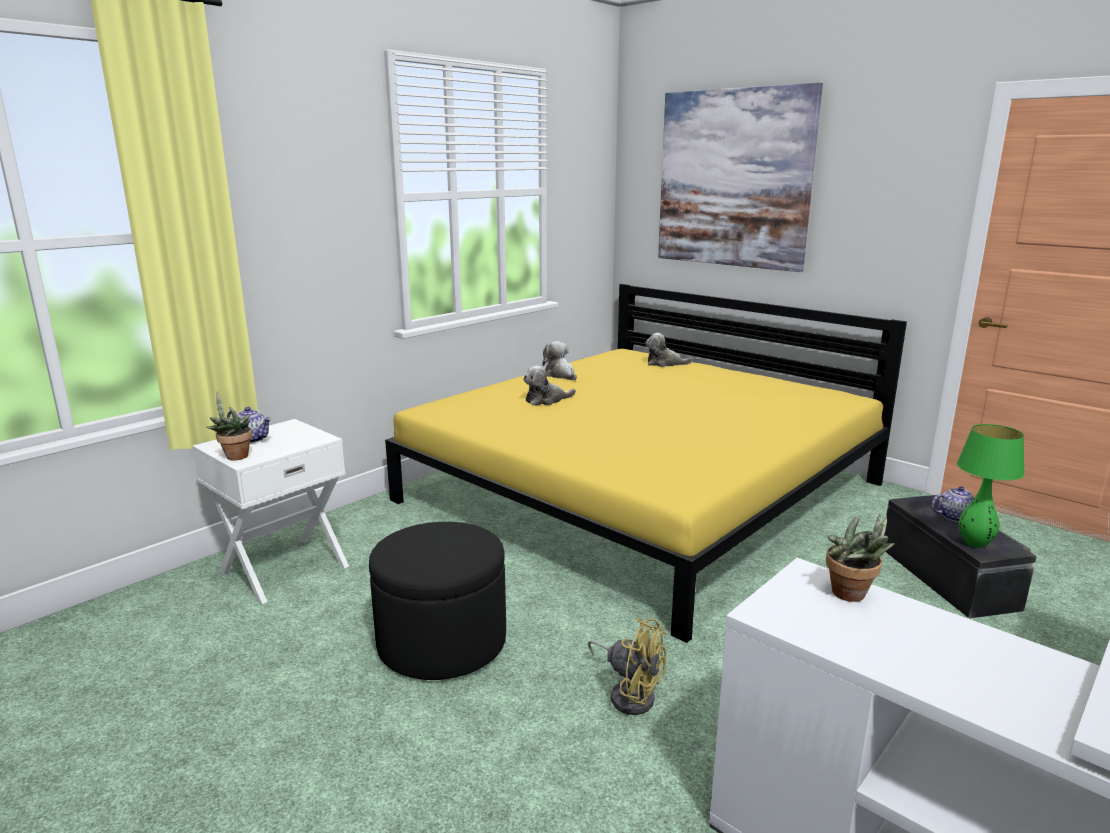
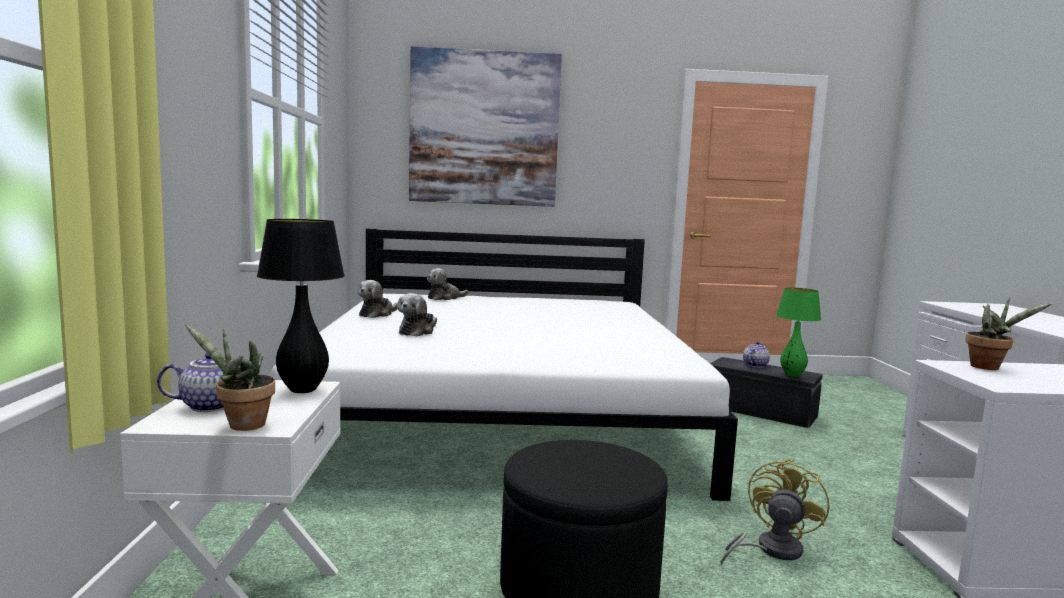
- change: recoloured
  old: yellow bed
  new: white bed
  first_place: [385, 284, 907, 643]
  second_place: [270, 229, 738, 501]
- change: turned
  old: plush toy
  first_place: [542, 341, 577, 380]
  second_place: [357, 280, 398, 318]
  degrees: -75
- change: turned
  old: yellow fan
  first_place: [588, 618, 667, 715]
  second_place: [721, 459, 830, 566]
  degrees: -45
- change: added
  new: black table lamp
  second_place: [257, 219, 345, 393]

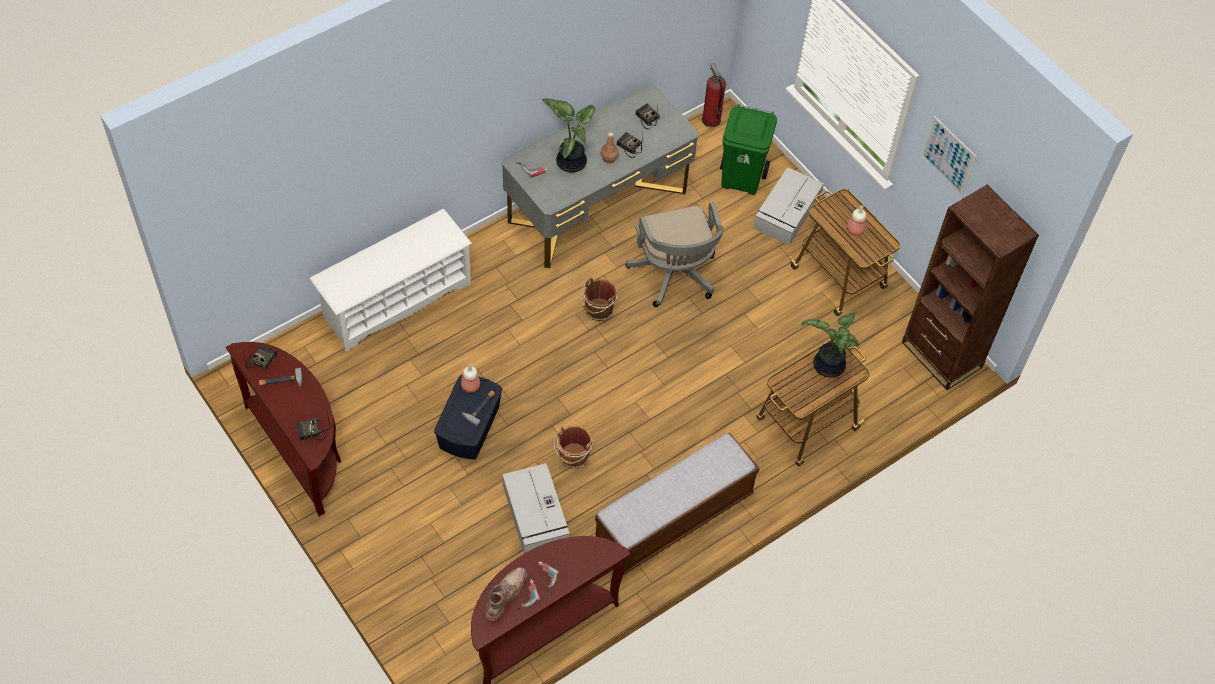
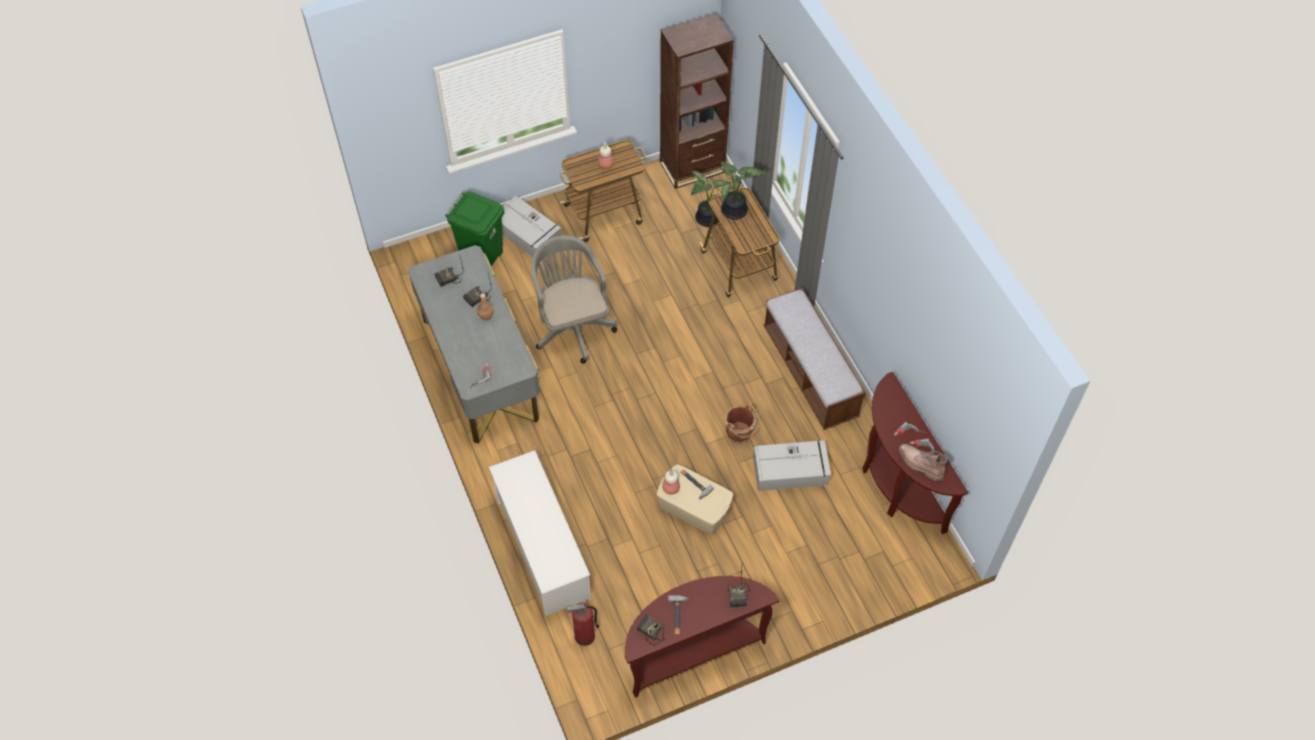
- change: recoloured
  old: blue storage box
  new: beige storage box
  first_place: [434, 375, 502, 459]
  second_place: [657, 464, 733, 535]
- change: moved
  old: potted plant
  first_place: [541, 98, 596, 173]
  second_place: [691, 171, 732, 227]
- change: removed
  old: brown bucket
  first_place: [581, 278, 618, 321]
- change: turned
  old: grey office chair
  first_place: [625, 202, 724, 307]
  second_place: [531, 235, 617, 364]
  degrees: -105
- change: moved
  old: fire extinguisher
  first_place: [702, 63, 726, 127]
  second_place: [567, 603, 599, 646]
- change: removed
  old: picture
  first_place: [921, 116, 977, 196]

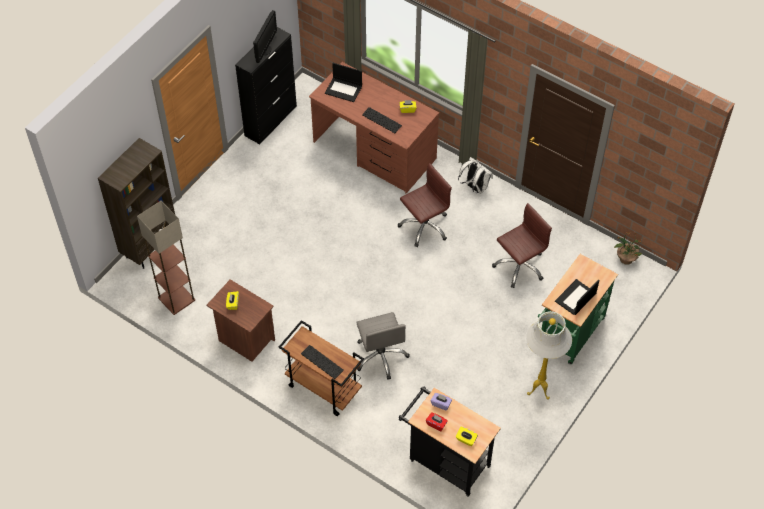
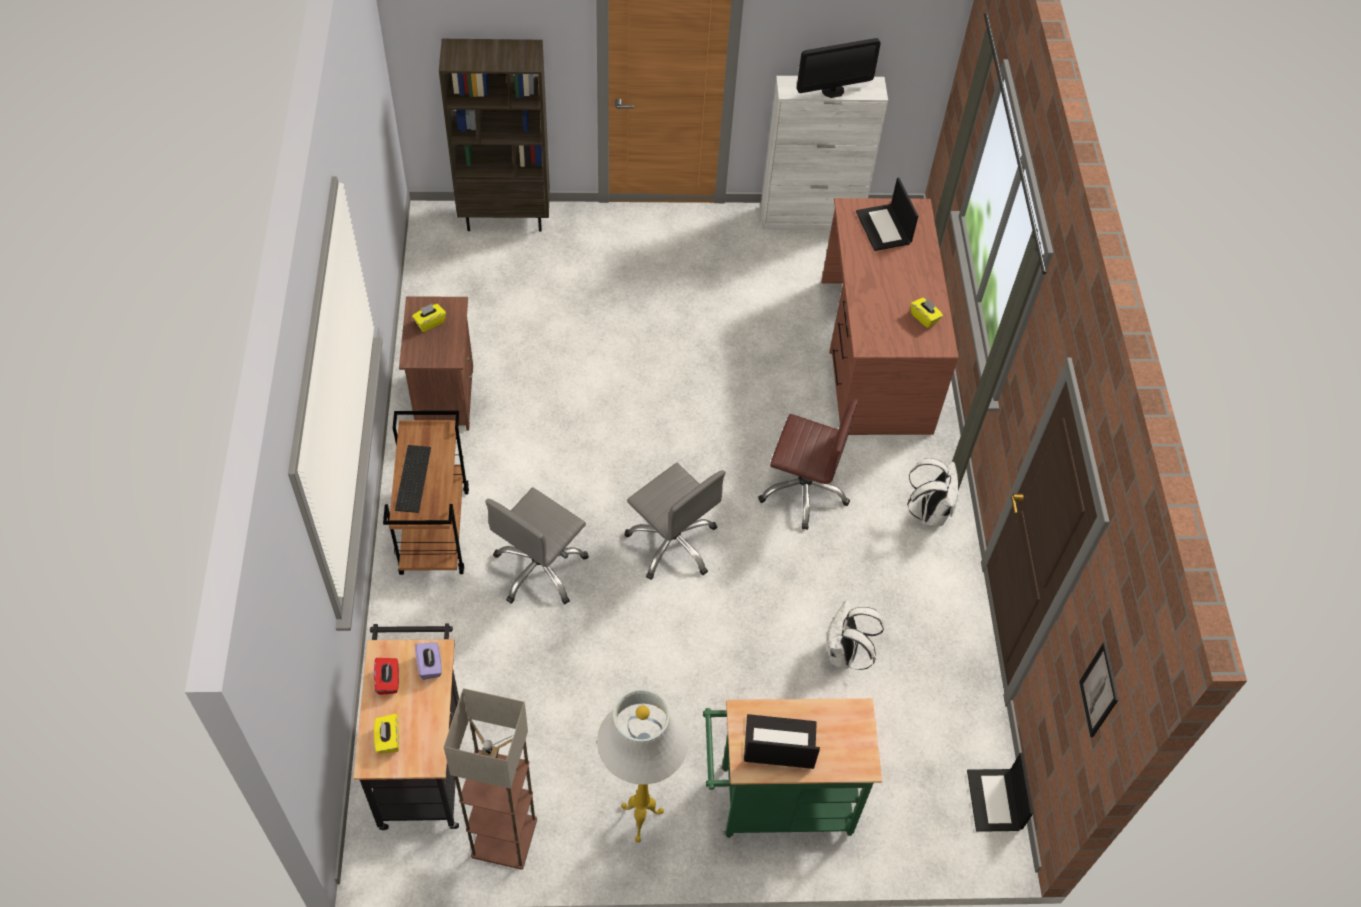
- change: moved
  old: floor lamp
  first_place: [137, 201, 195, 315]
  second_place: [444, 688, 537, 870]
- change: recoloured
  old: black cabinet
  new: white cabinet
  first_place: [235, 27, 297, 144]
  second_place: [761, 76, 888, 230]
- change: removed
  old: keyboard
  first_place: [362, 107, 402, 133]
- change: replaced
  old: brown office chair
  new: white backpack
  first_place: [492, 203, 552, 288]
  second_place: [827, 599, 884, 670]
- change: replaced
  old: potted plant
  new: laptop
  first_place: [614, 231, 643, 265]
  second_place: [967, 753, 1033, 832]
- change: added
  new: grey office chair
  second_place: [624, 463, 725, 580]
- change: added
  new: picture
  second_place: [1079, 643, 1118, 737]

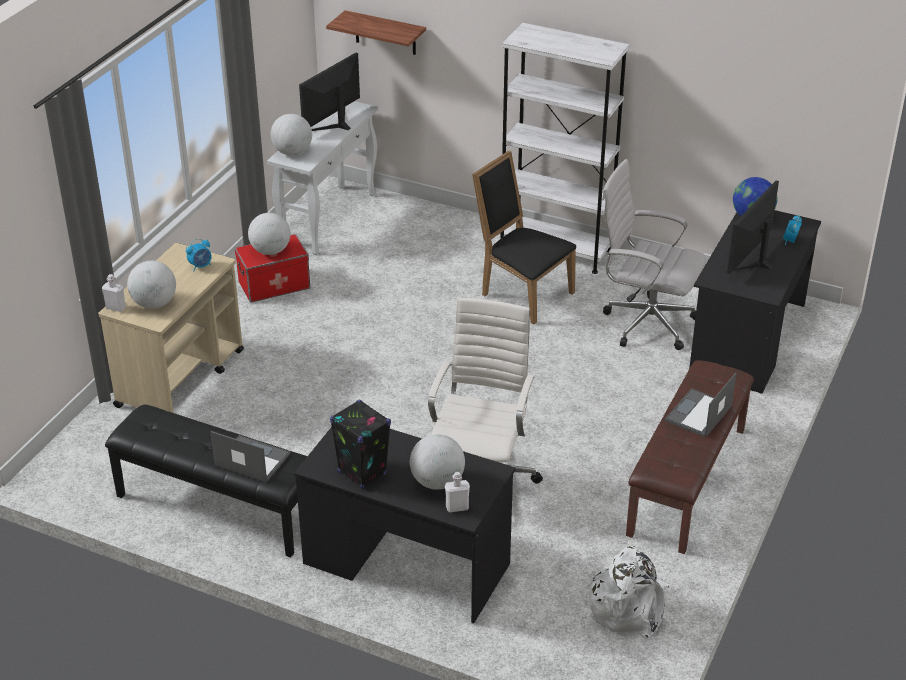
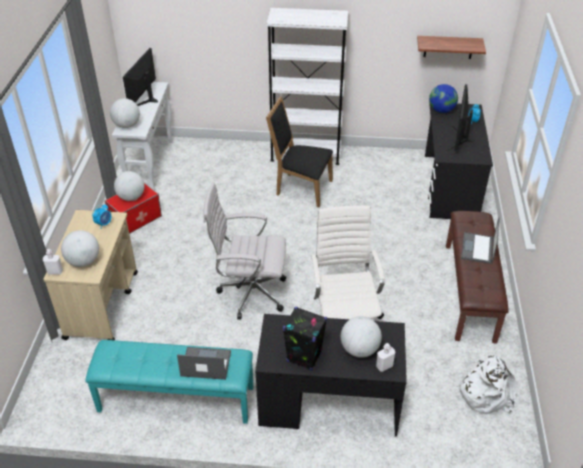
- change: recoloured
  old: black bench
  new: turquoise bench
  first_place: [105, 404, 307, 558]
  second_place: [85, 340, 253, 424]
- change: moved
  old: shelf
  first_place: [326, 10, 426, 55]
  second_place: [417, 36, 486, 59]
- change: moved
  old: white office chair
  first_place: [602, 159, 706, 350]
  second_place: [204, 182, 286, 320]

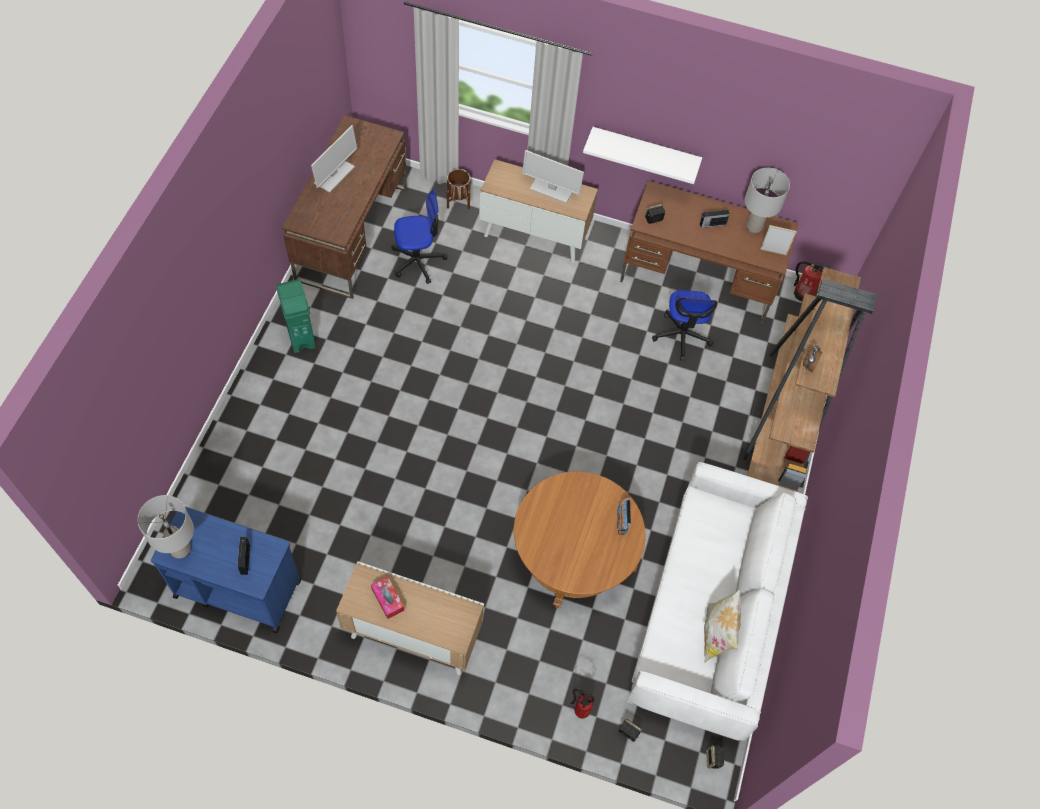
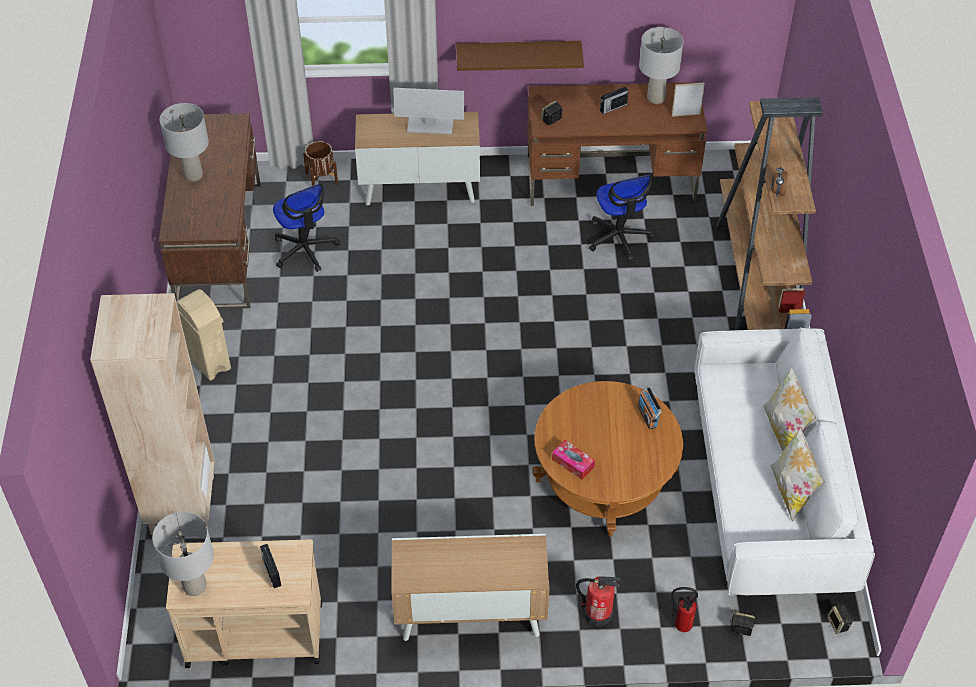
- change: recoloured
  old: blue cart
  new: beige cart
  first_place: [151, 507, 301, 633]
  second_place: [166, 540, 322, 668]
- change: recoloured
  old: green trash can
  new: beige trash can
  first_place: [276, 279, 316, 353]
  second_place: [176, 289, 231, 381]
- change: replaced
  old: monitor
  new: grey table lamp
  first_place: [311, 125, 357, 193]
  second_place: [160, 103, 209, 182]
- change: moved
  old: tissue box
  first_place: [371, 576, 404, 619]
  second_place: [552, 440, 595, 480]
- change: turned
  old: office chair
  first_place: [392, 190, 447, 284]
  second_place: [273, 183, 340, 272]
  degrees: 90
- change: recoloured
  old: white shelf
  new: brown shelf
  first_place: [583, 127, 702, 184]
  second_place: [456, 41, 584, 71]
- change: moved
  old: fire extinguisher
  first_place: [794, 261, 830, 301]
  second_place: [576, 576, 620, 627]
- change: added
  new: beige bookcase
  second_place: [90, 293, 214, 535]
- change: added
  new: pillow
  second_place: [763, 367, 816, 451]

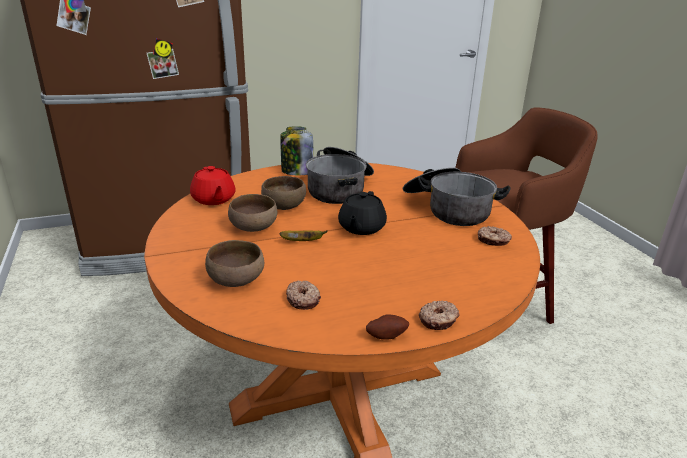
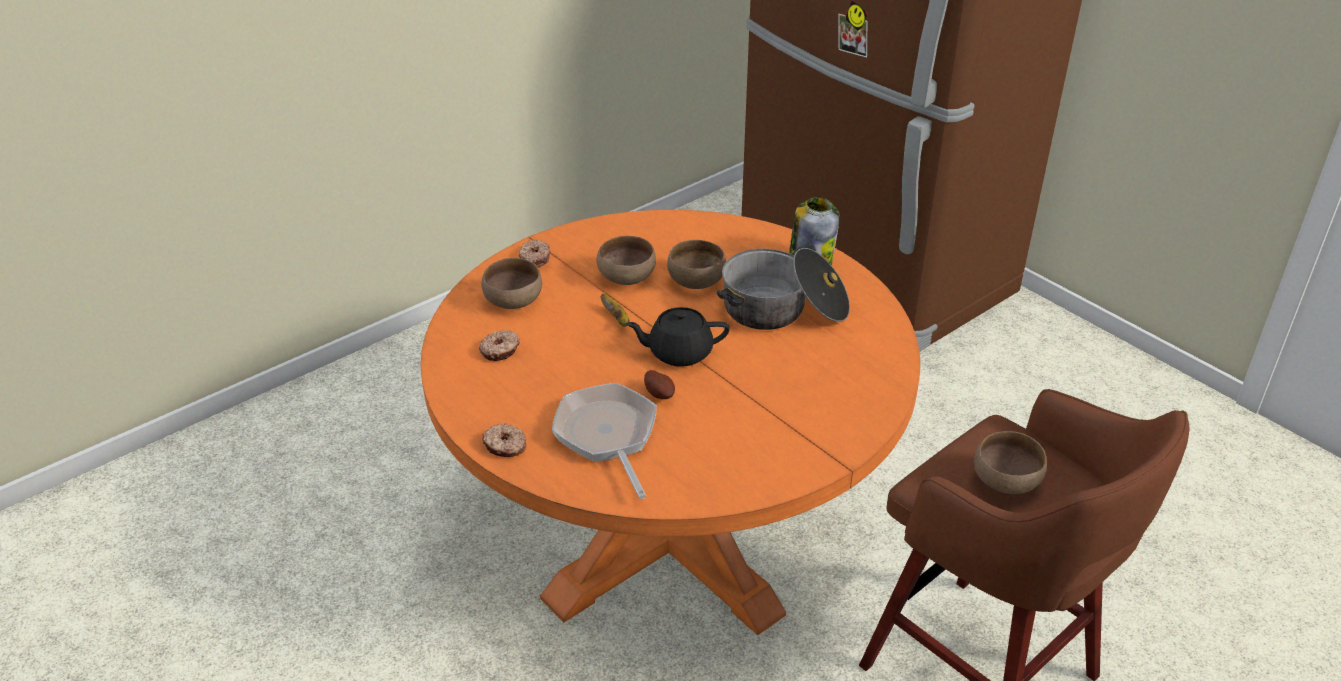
- change: removed
  old: red teapot
  first_place: [190, 166, 236, 205]
- change: moved
  old: potato
  first_place: [366, 314, 409, 340]
  second_place: [644, 370, 675, 399]
- change: removed
  old: cooking pot
  first_place: [403, 168, 511, 226]
- change: moved
  old: donut
  first_place: [478, 226, 512, 246]
  second_place: [519, 240, 551, 267]
- change: added
  new: frying pan
  second_place: [552, 383, 657, 499]
- change: added
  new: brown bowl
  second_place: [974, 431, 1047, 494]

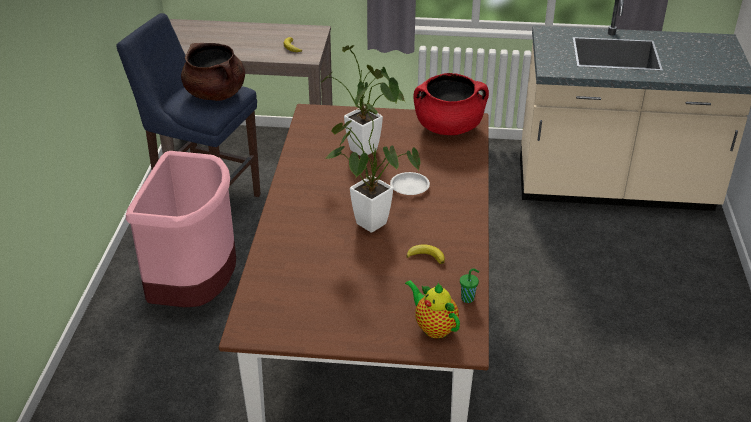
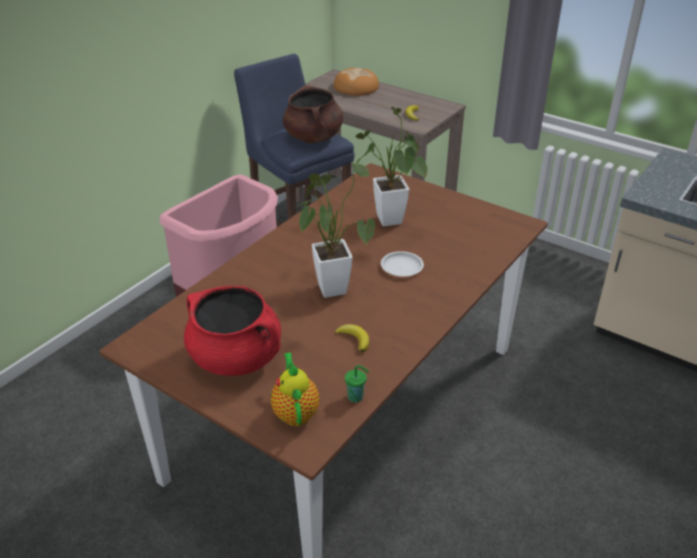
- change: moved
  old: red cooking pot
  first_place: [414, 73, 489, 135]
  second_place: [184, 286, 281, 376]
- change: added
  new: bread
  second_place: [334, 68, 379, 96]

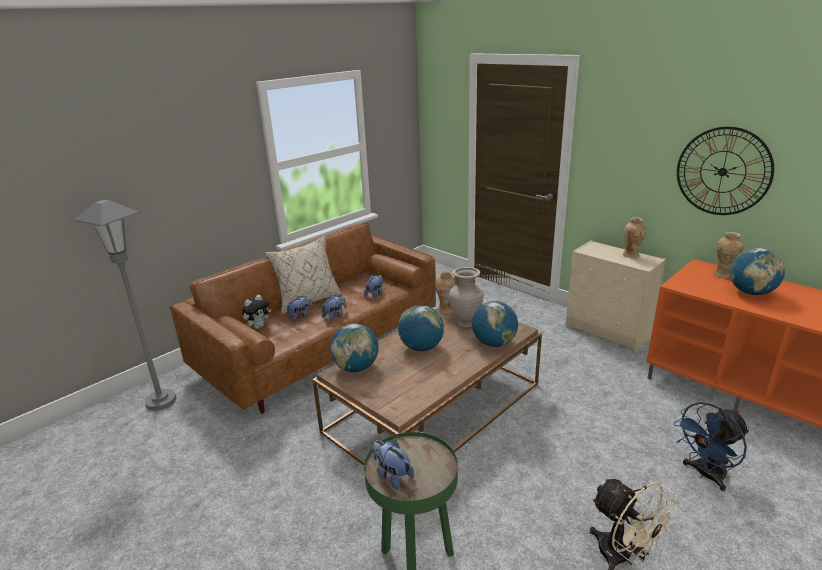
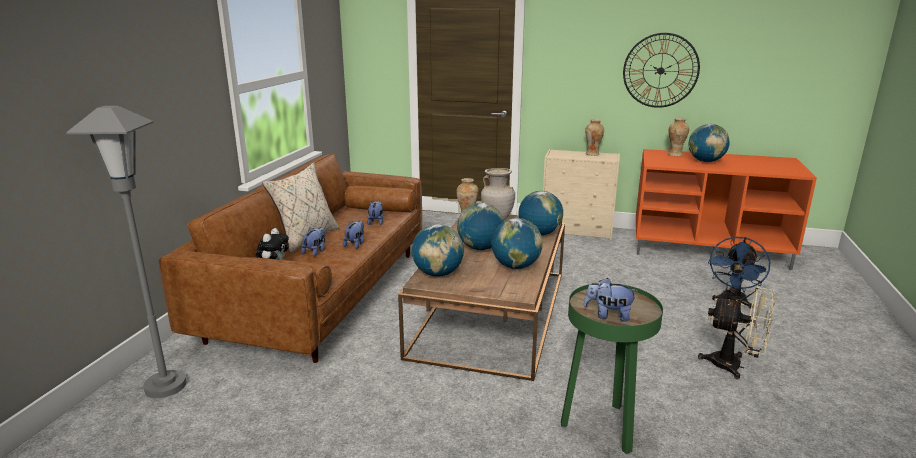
- change: added
  new: globe
  second_place: [491, 218, 543, 269]

